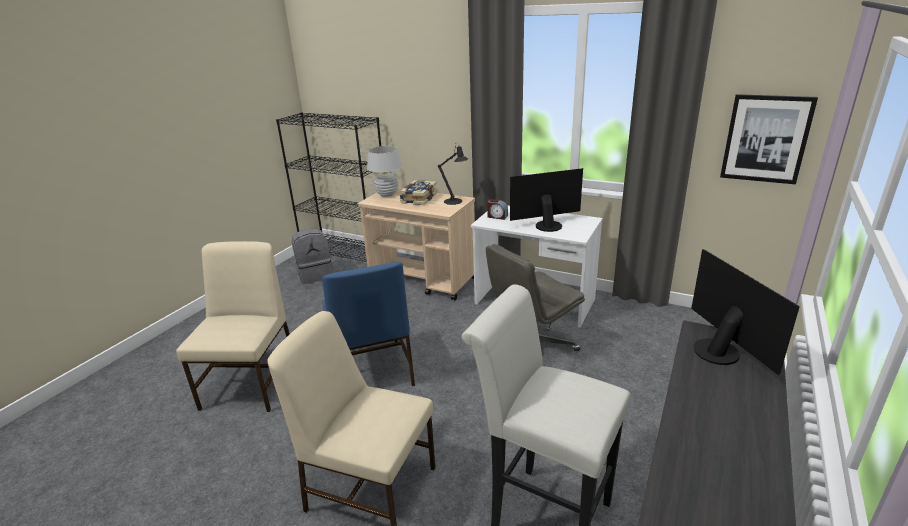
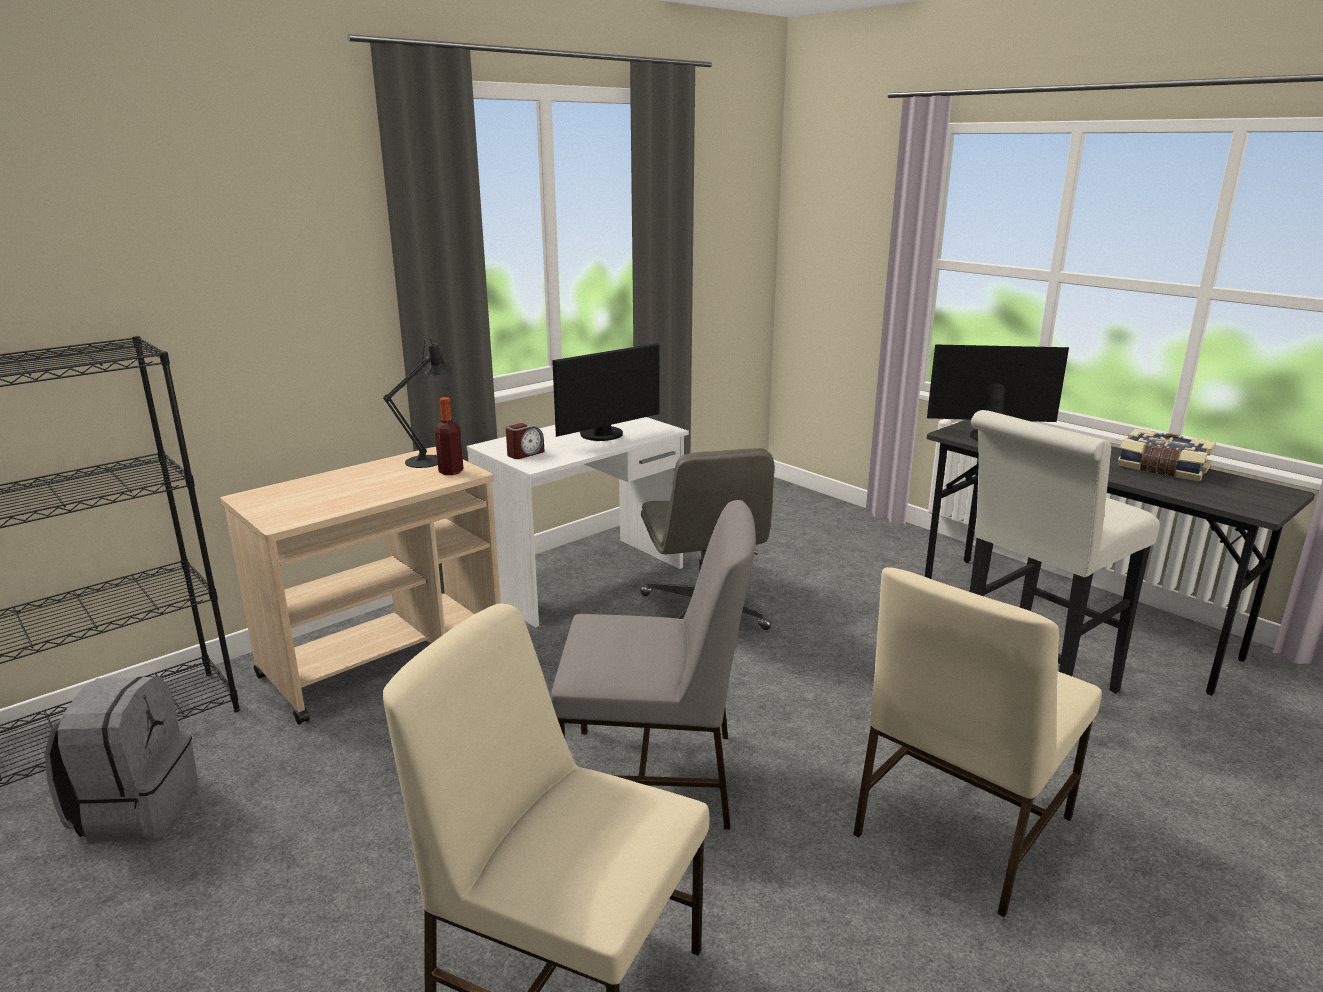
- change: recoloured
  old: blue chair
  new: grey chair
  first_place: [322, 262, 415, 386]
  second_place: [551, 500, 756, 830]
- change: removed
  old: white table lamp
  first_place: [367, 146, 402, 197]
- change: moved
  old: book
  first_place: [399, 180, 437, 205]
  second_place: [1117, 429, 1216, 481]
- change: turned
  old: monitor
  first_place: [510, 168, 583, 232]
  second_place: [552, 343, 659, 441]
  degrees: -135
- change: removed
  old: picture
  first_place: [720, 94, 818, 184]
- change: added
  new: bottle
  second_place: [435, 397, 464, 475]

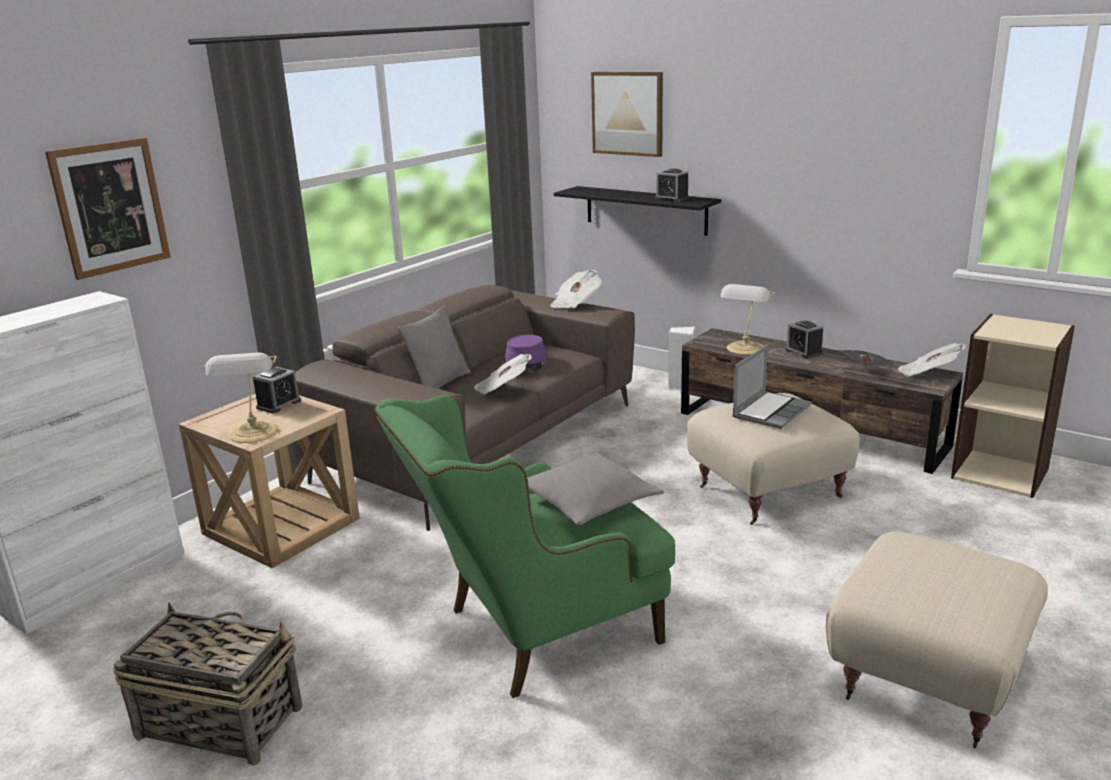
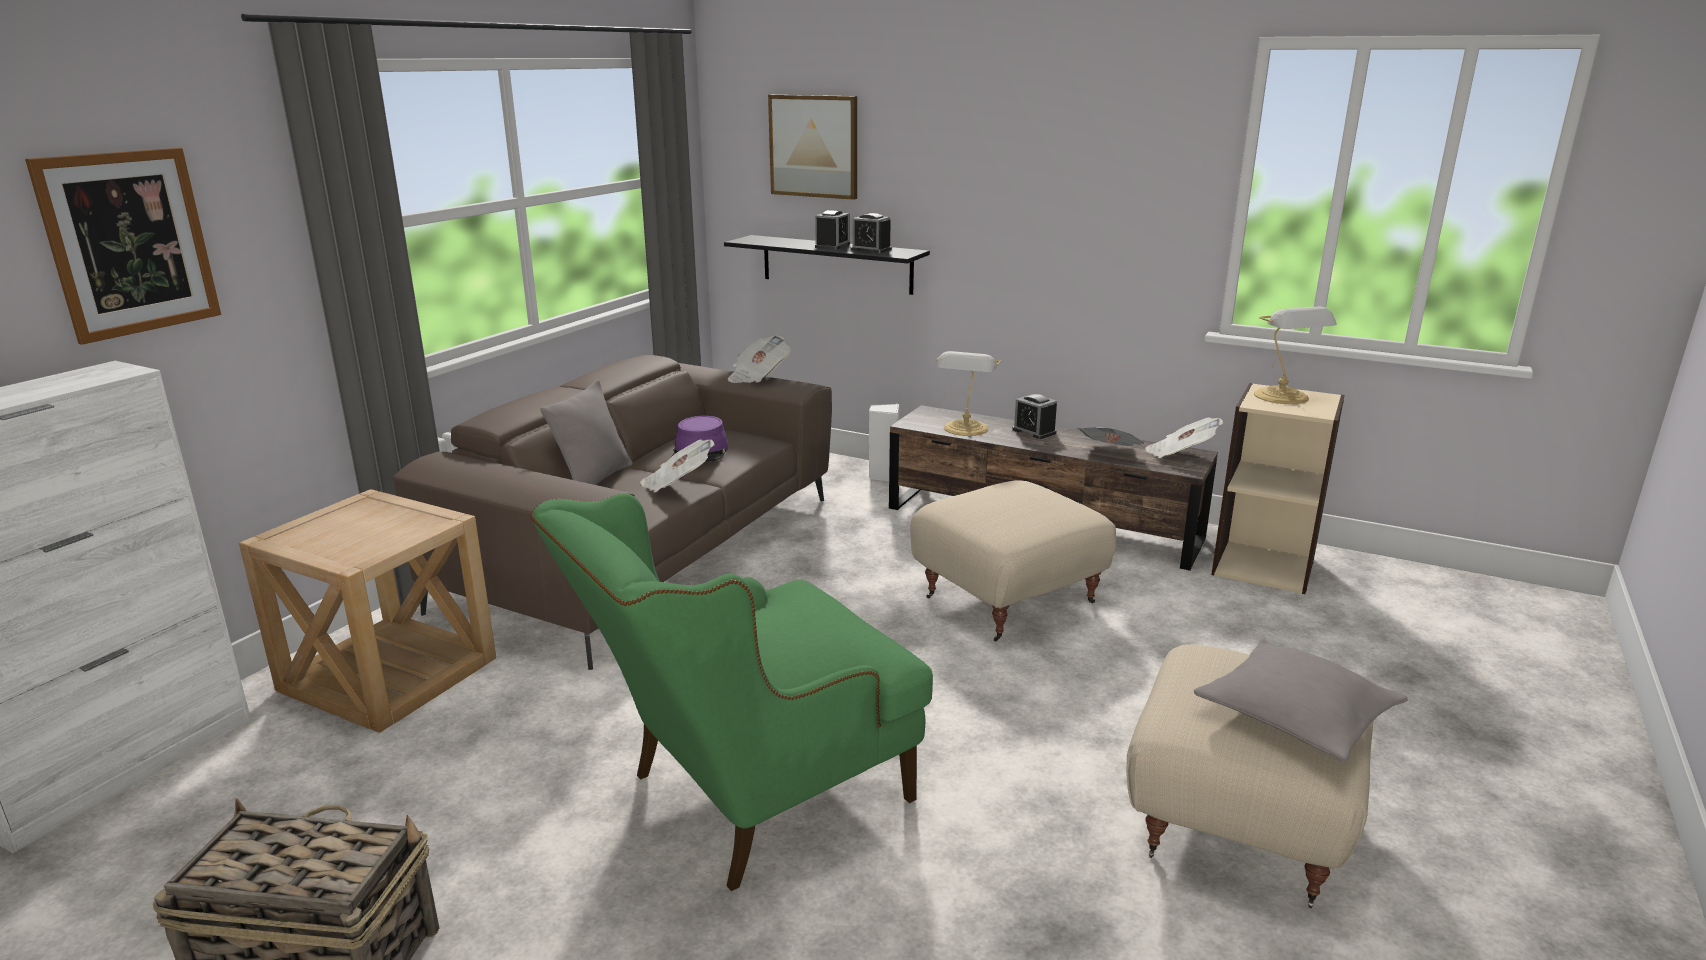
- change: moved
  old: table lamp
  first_place: [203, 353, 279, 443]
  second_place: [1254, 306, 1337, 404]
- change: moved
  old: alarm clock
  first_place: [253, 367, 301, 414]
  second_place: [815, 210, 850, 250]
- change: moved
  old: grey pillow
  first_place: [527, 453, 664, 525]
  second_place: [1194, 639, 1408, 761]
- change: removed
  old: laptop
  first_place: [732, 345, 812, 429]

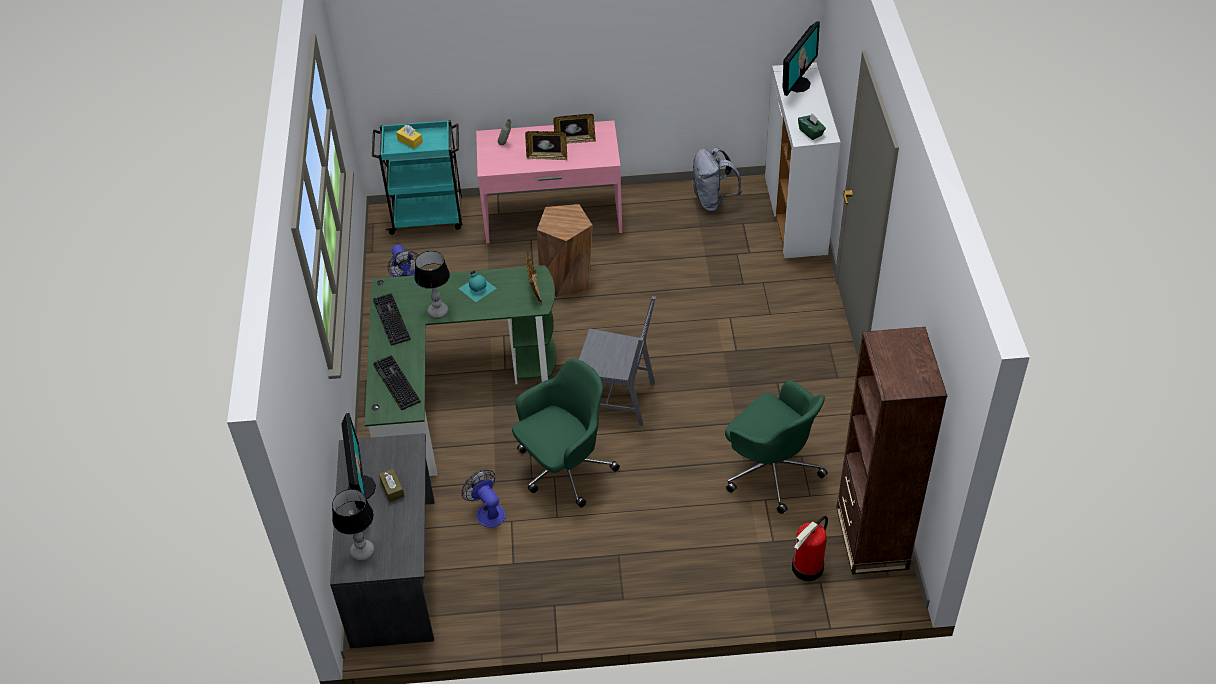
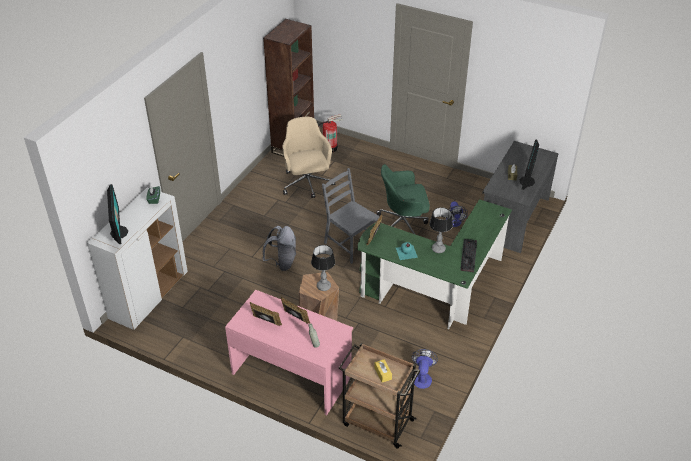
- change: moved
  old: table lamp
  first_place: [332, 489, 375, 561]
  second_place: [311, 245, 335, 291]
- change: recoloured
  old: turquoise cart
  new: brown cart
  first_place: [372, 120, 462, 235]
  second_place: [339, 343, 420, 449]
- change: removed
  old: keyboard
  first_place: [373, 355, 421, 410]
- change: moved
  old: grey backpack
  first_place: [693, 148, 742, 212]
  second_place: [262, 226, 296, 271]
- change: recoloured
  old: green office chair
  new: beige office chair
  first_place: [725, 380, 828, 514]
  second_place: [282, 117, 335, 198]
- change: turned
  old: monitor
  first_place: [783, 21, 820, 96]
  second_place: [107, 184, 128, 244]
  degrees: 105

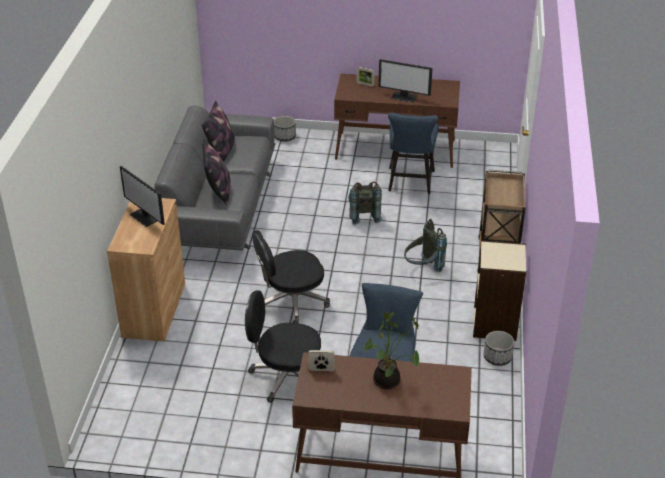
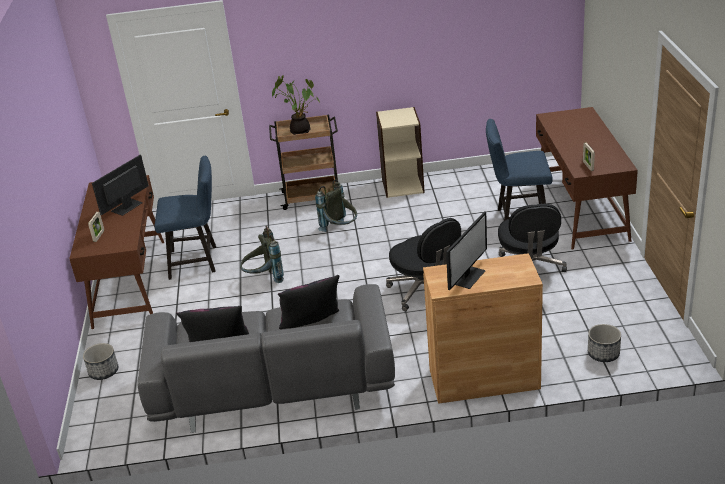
- change: moved
  old: potted plant
  first_place: [364, 312, 419, 389]
  second_place: [272, 75, 320, 135]
- change: turned
  old: monitor
  first_place: [378, 59, 432, 103]
  second_place: [92, 155, 149, 216]
  degrees: -150
- change: moved
  old: planter
  first_place: [484, 331, 514, 366]
  second_place: [588, 324, 621, 362]

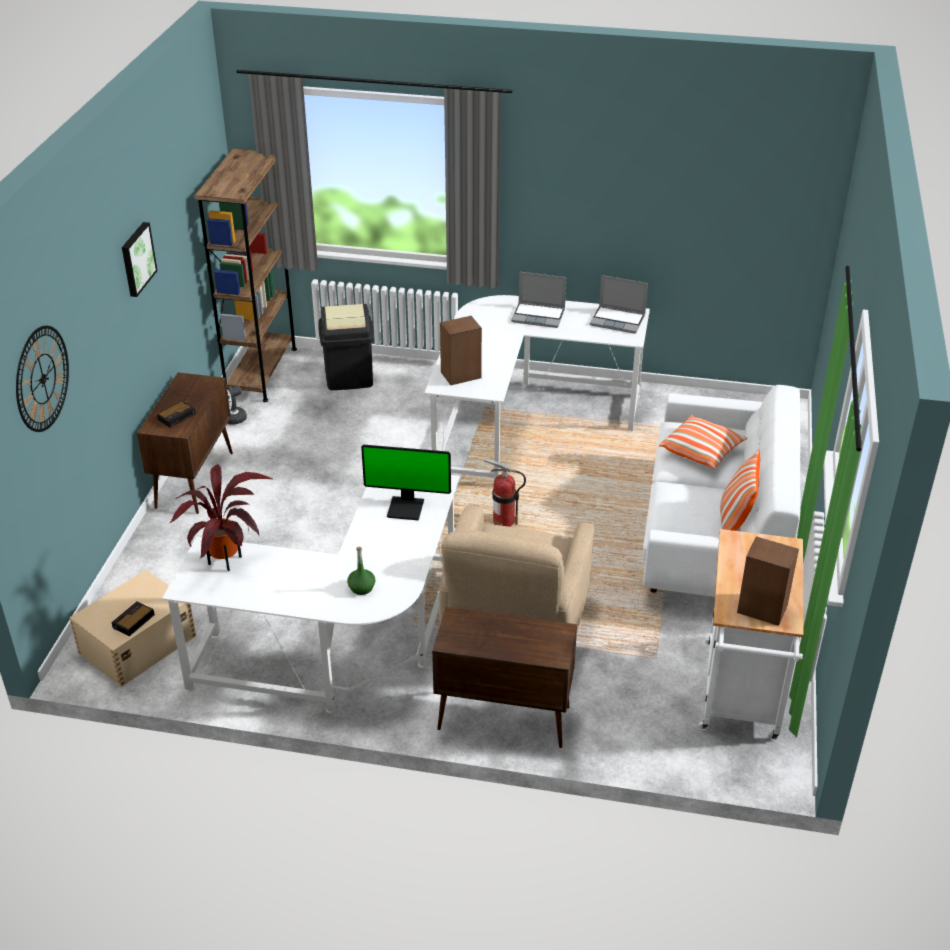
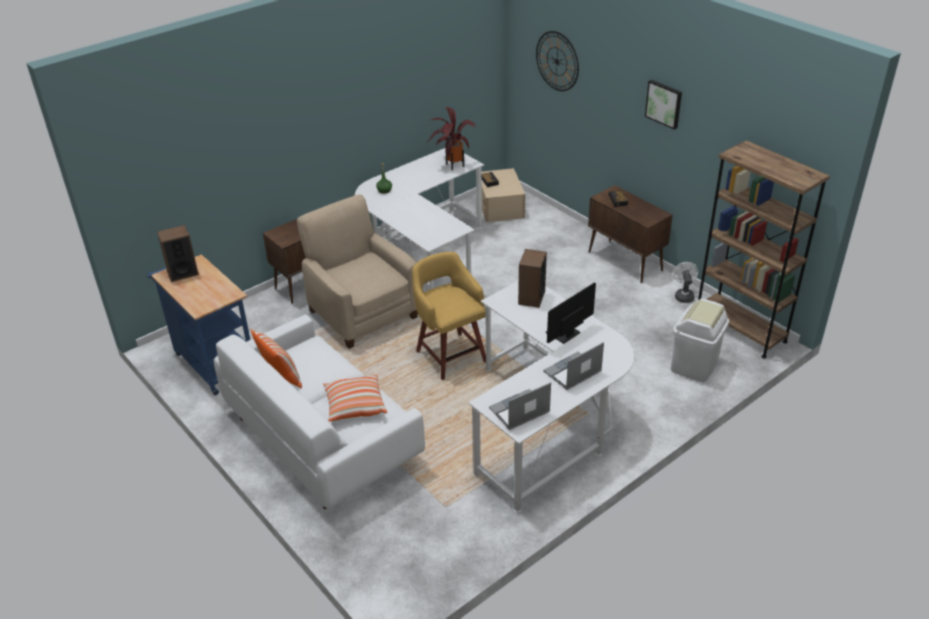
- change: recoloured
  old: black trash can
  new: white trash can
  first_place: [319, 304, 374, 390]
  second_place: [671, 299, 729, 383]
- change: moved
  old: monitor
  first_place: [361, 444, 451, 520]
  second_place: [546, 283, 596, 344]
- change: replaced
  old: fire extinguisher
  new: yellow stool
  first_place: [484, 458, 526, 527]
  second_place: [412, 252, 486, 380]
- change: recoloured
  old: white cart
  new: blue cart
  first_place: [699, 529, 804, 740]
  second_place: [147, 254, 250, 396]

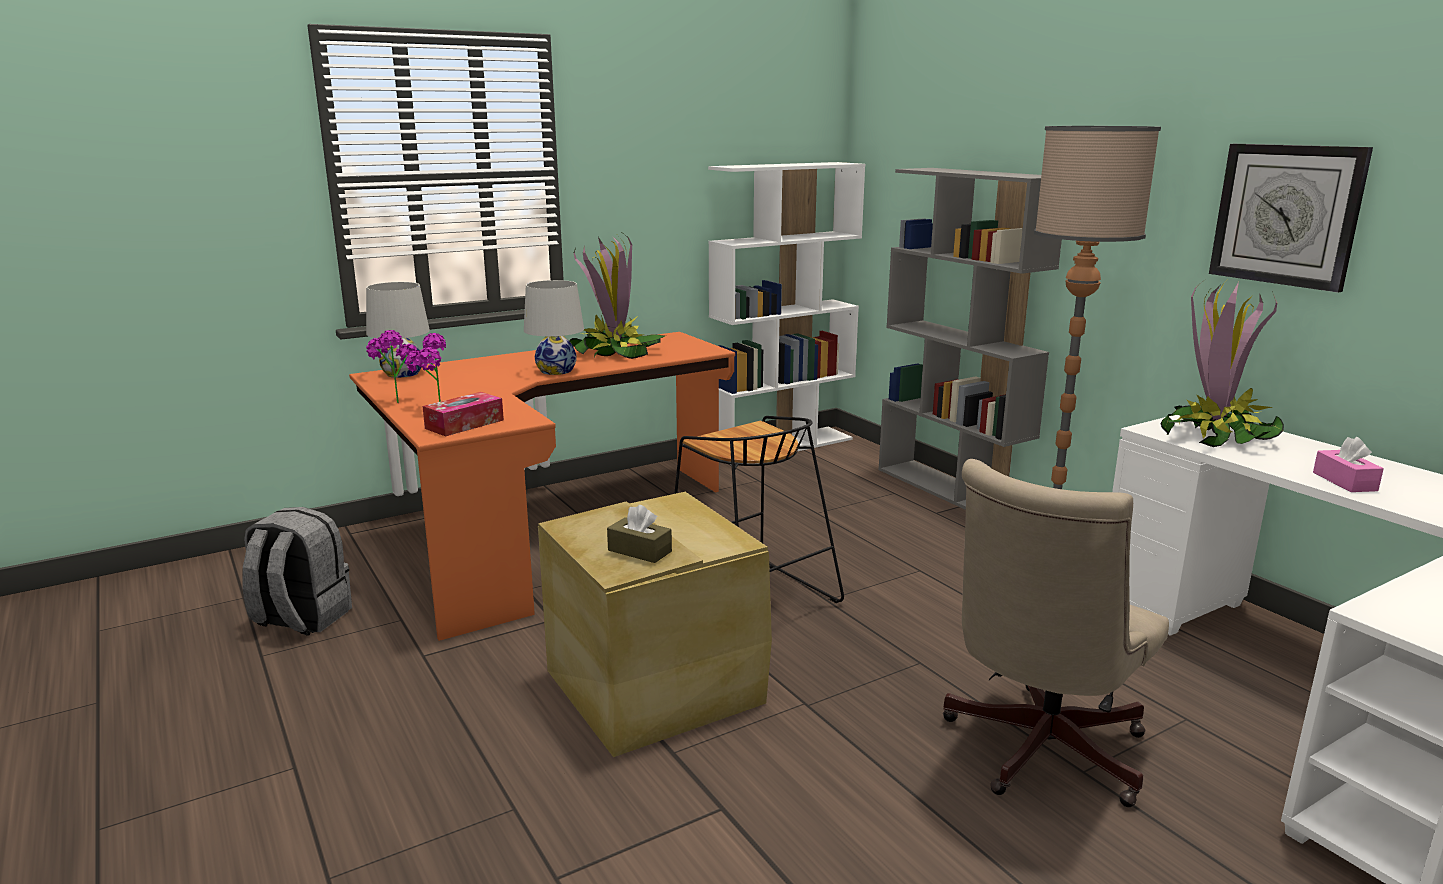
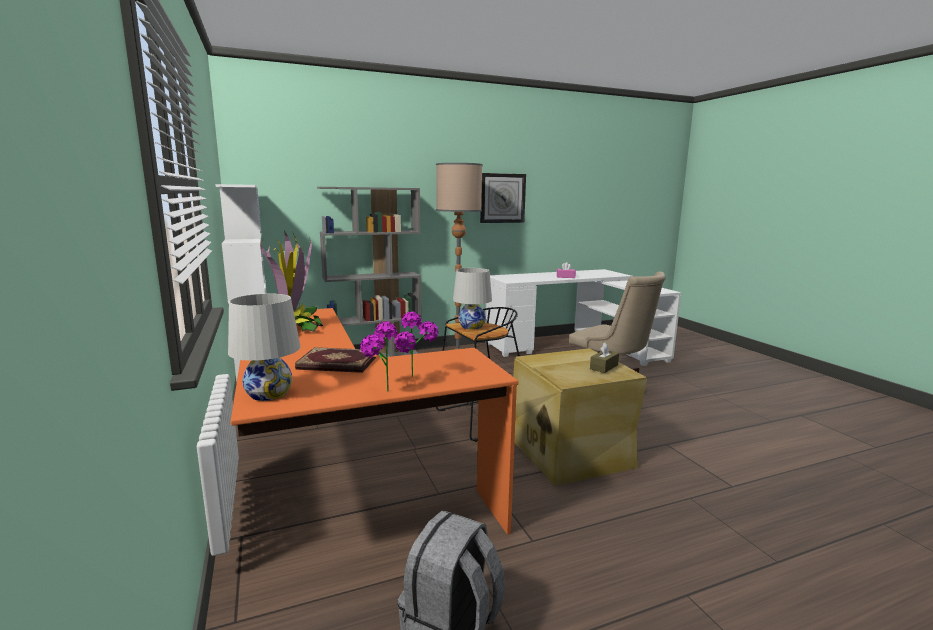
- change: removed
  old: tissue box
  first_place: [423, 392, 504, 436]
- change: moved
  old: white table lamp
  first_place: [524, 280, 584, 375]
  second_place: [453, 268, 492, 329]
- change: removed
  old: potted plant
  first_place: [1161, 281, 1284, 447]
- change: added
  new: book
  second_place: [295, 347, 376, 373]

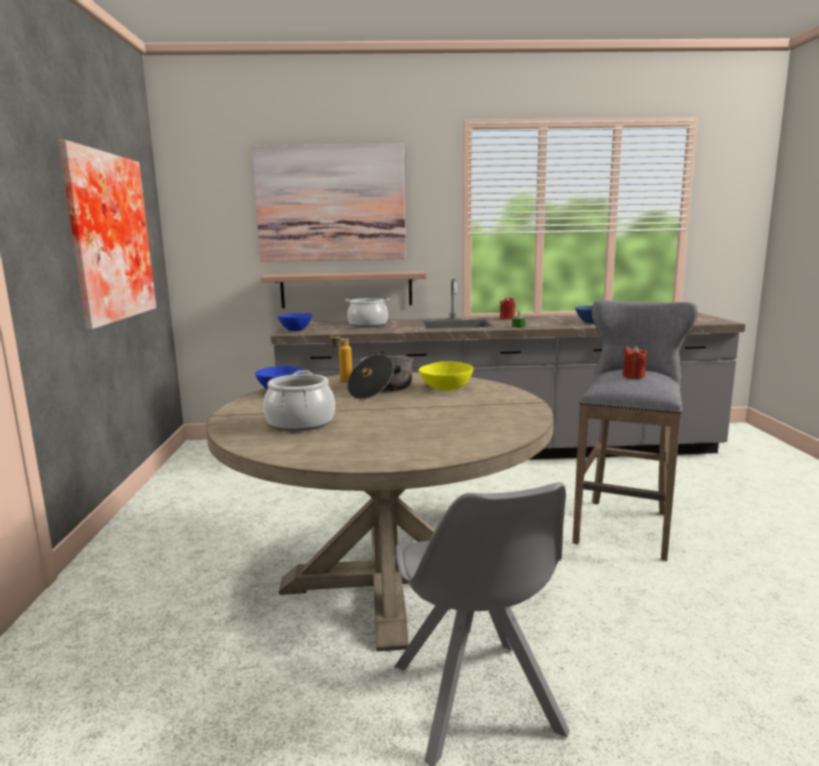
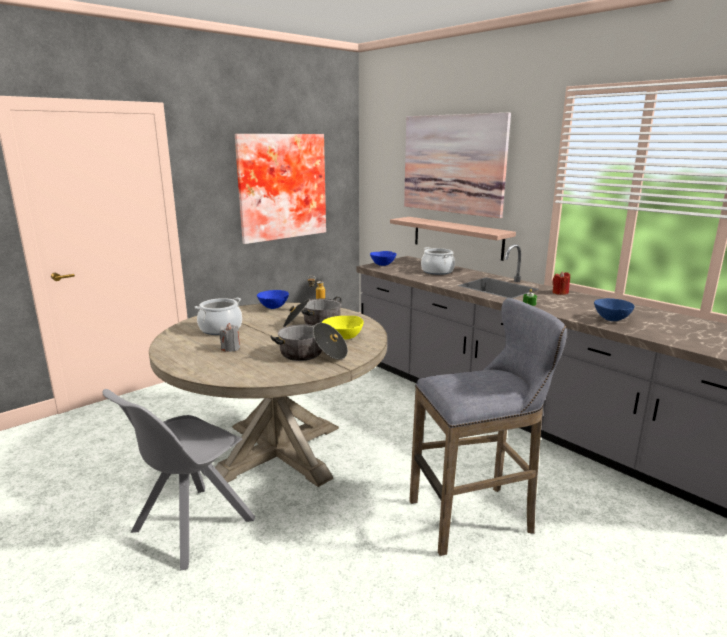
- change: removed
  old: red candle
  first_place: [622, 346, 646, 379]
- change: added
  new: grey candle
  second_place: [219, 323, 240, 352]
- change: added
  new: cooking pot
  second_place: [270, 323, 348, 361]

